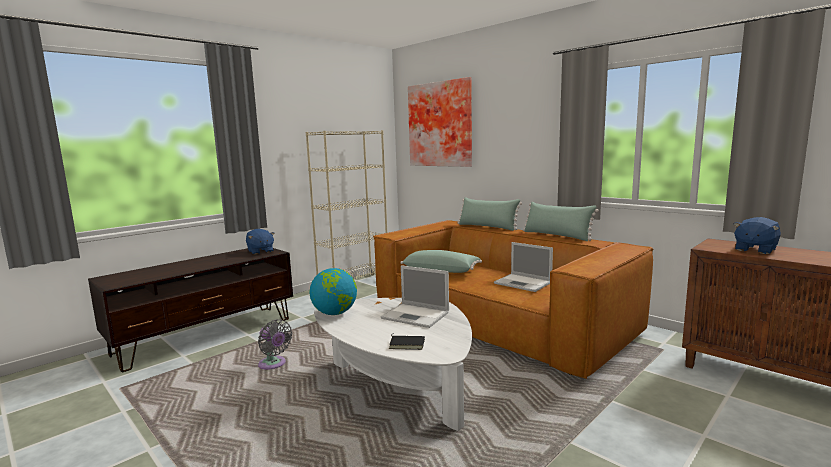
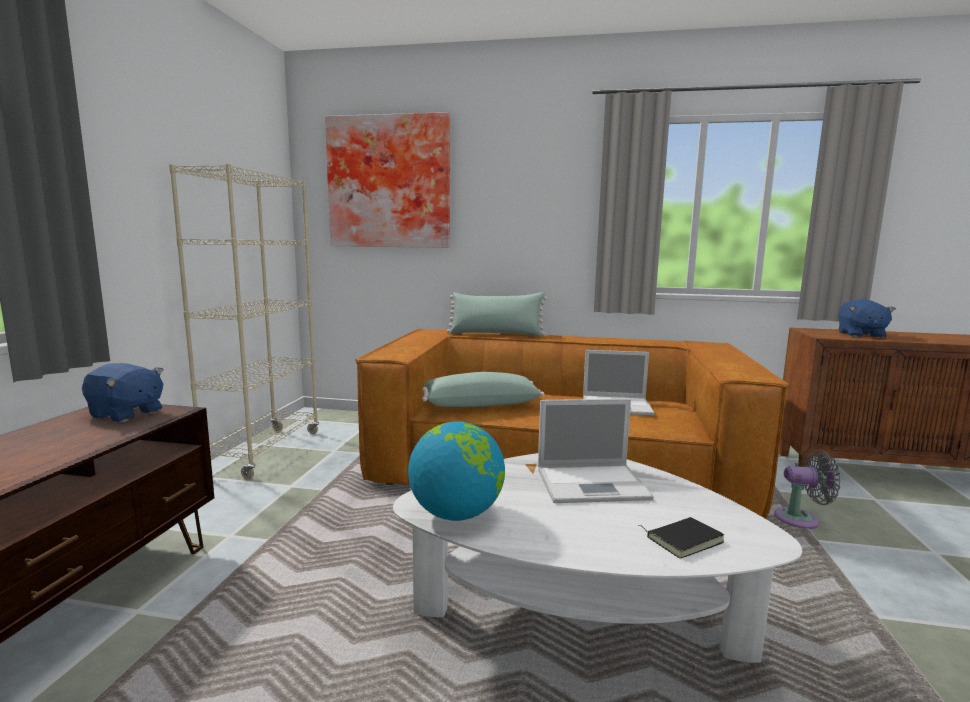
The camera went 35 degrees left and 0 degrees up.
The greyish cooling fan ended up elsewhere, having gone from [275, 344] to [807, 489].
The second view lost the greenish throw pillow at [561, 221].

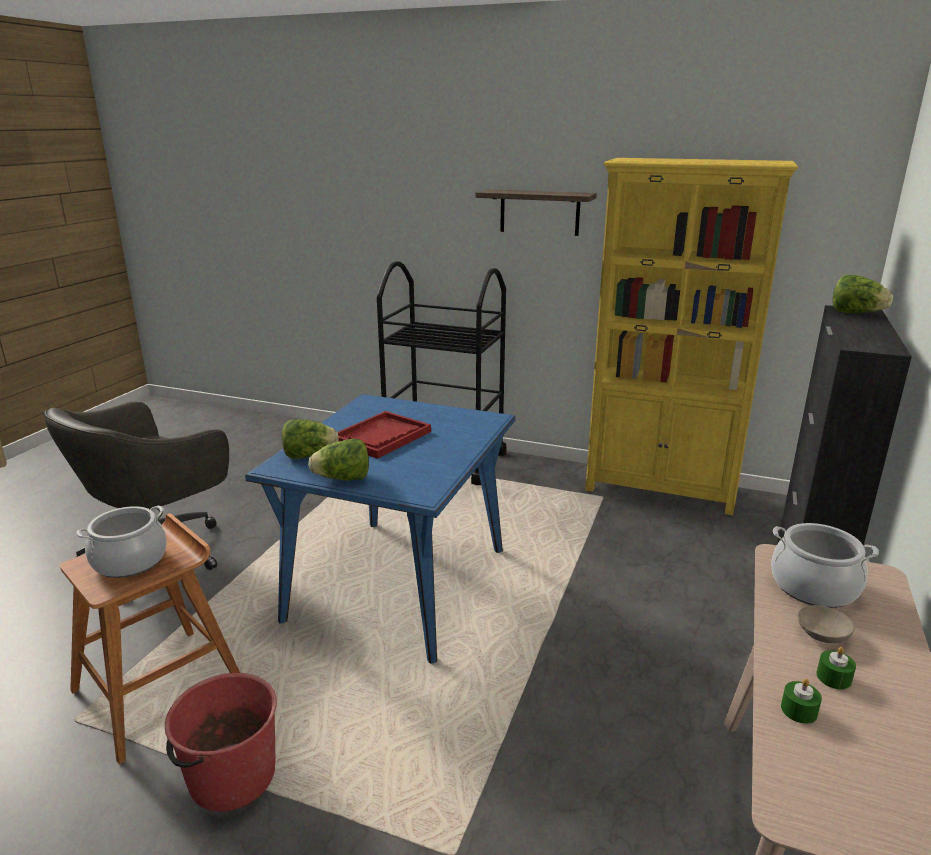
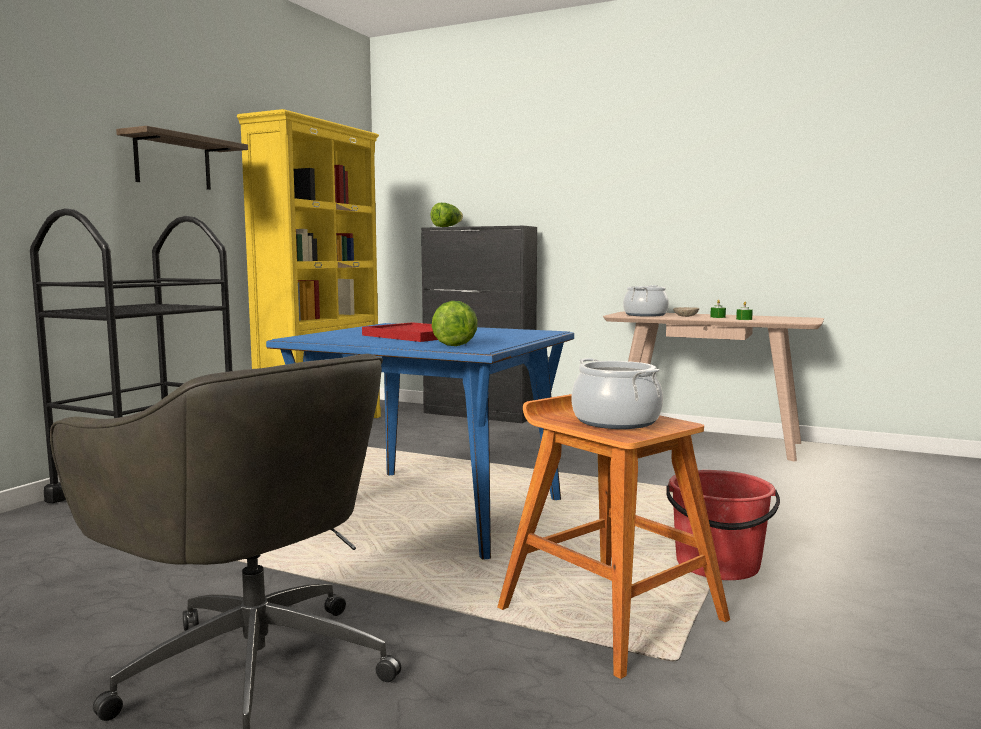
The camera went 85 degrees left and 15 degrees down.
The second view lost the lettuce head at [338, 460].

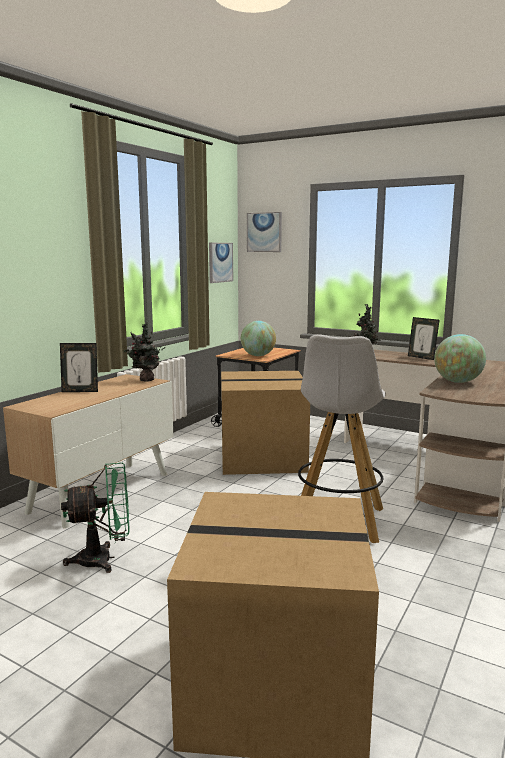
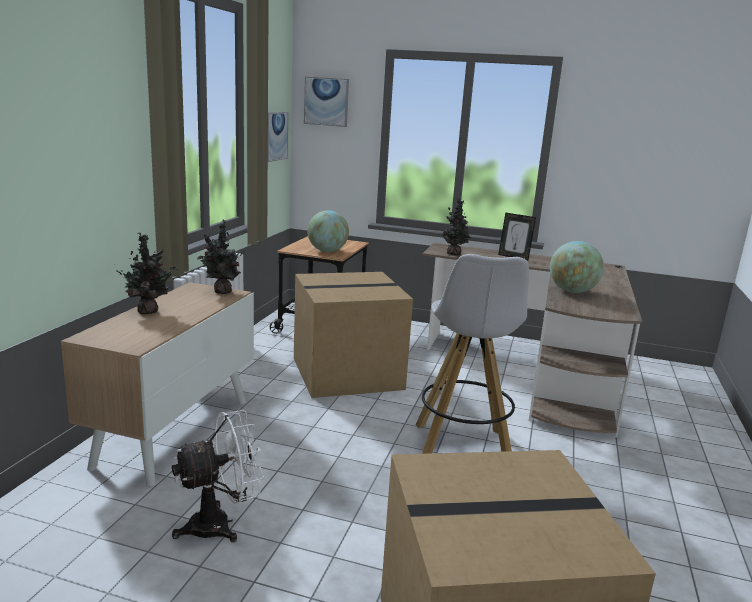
The camera went 15 degrees left and 5 degrees up.
Where the standing frame stood at [79, 367], the potted plant came to stand at [146, 273].
What was the greenish cooling fan at [95, 518] turned into the white-coloured cooling fan at [218, 476].

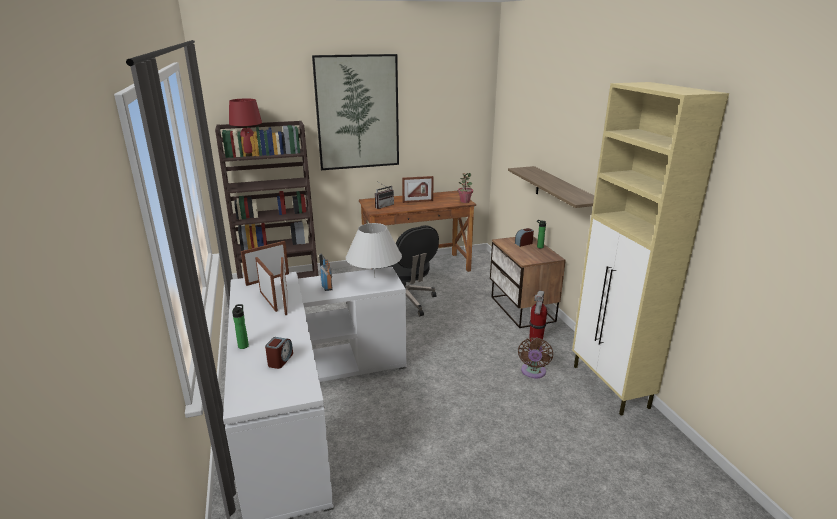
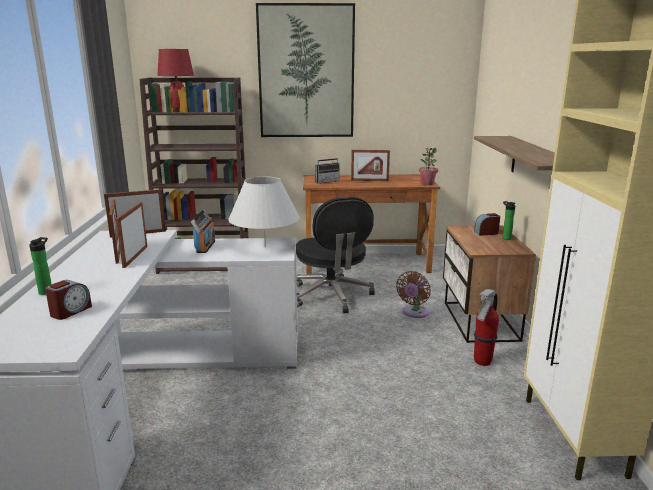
The camera went 15 degrees right and 5 degrees down.
The brownish cooling fan ended up elsewhere, having gone from [535, 357] to [413, 294].

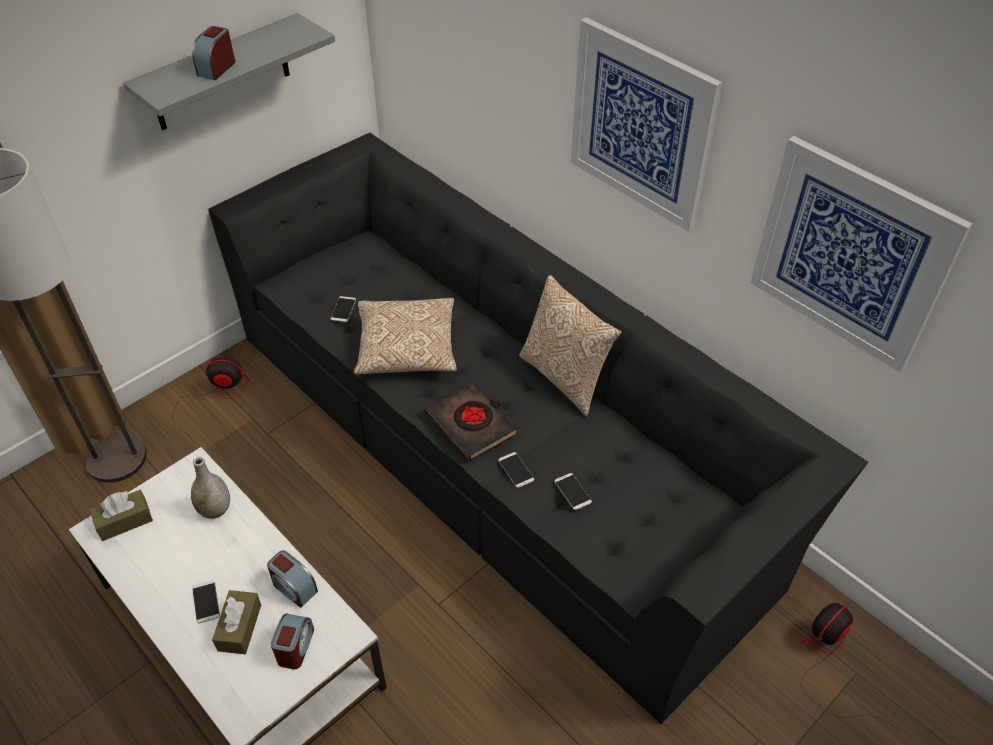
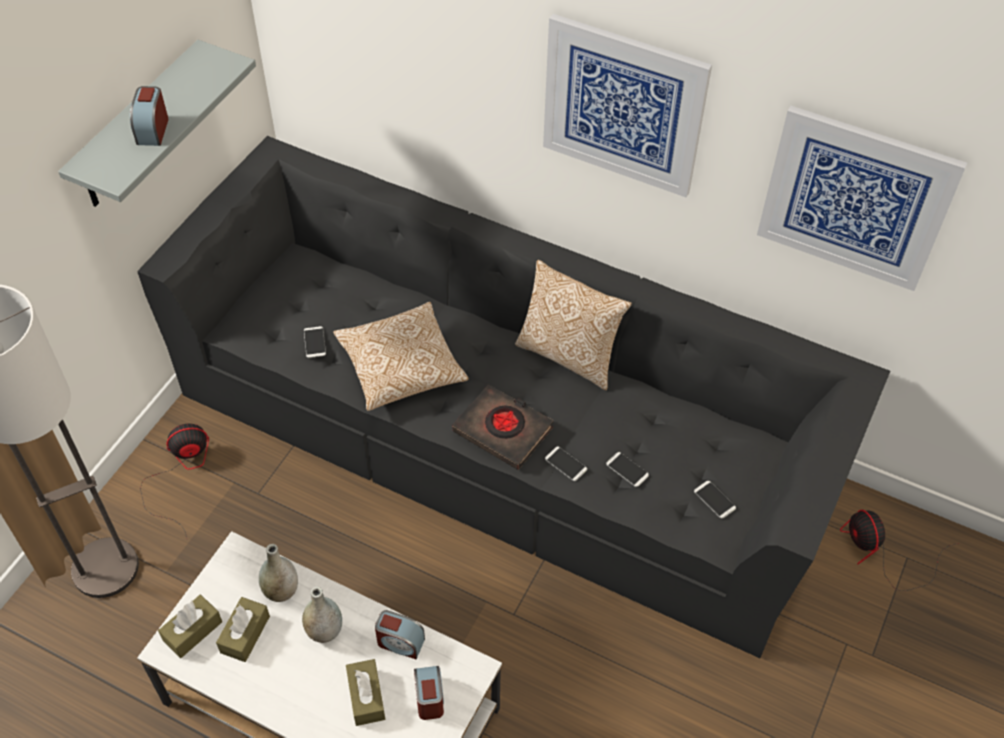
The camera went 20 degrees left and 5 degrees up.
The second view gained the brownish box of tissues at [243, 629].
The second view gained the greyish flower vase at [322, 615].
The phone ended up elsewhere, having gone from [206, 602] to [715, 500].
The cooling fan at [849, 666] ended up facing another way, 45 degrees counterclockwise from before.

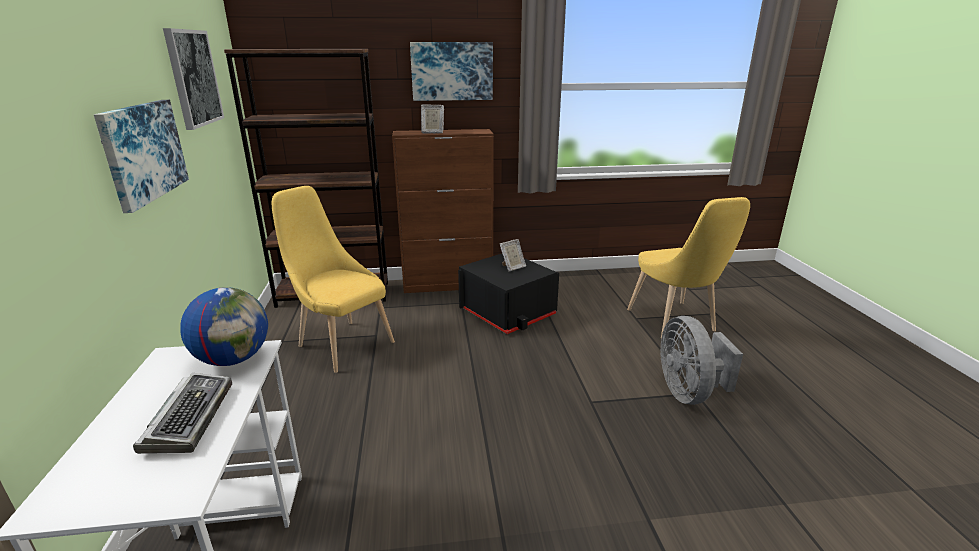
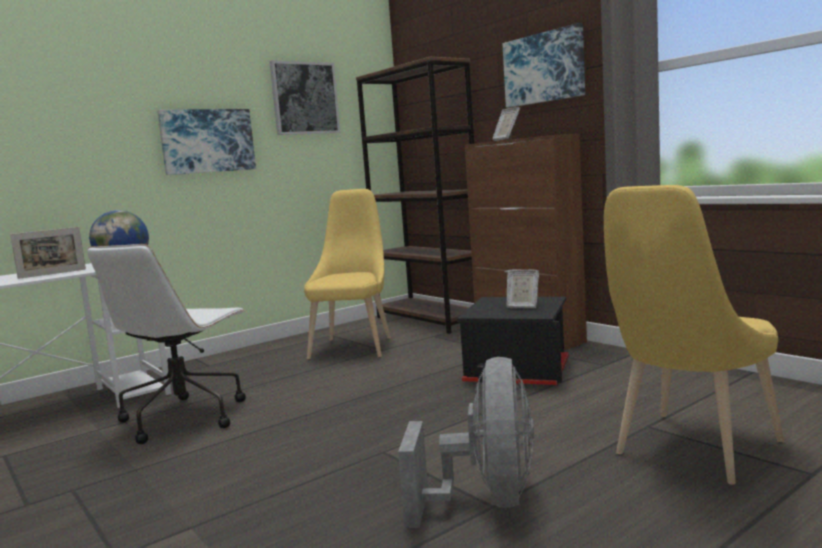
The camera went 60 degrees right and 15 degrees down.
Where the PC keyboard stood at [182, 413], the standing frame came to stand at [48, 253].
The second view gained the white-coloured computer chair at [166, 344].
The greyish cooling fan at [701, 360] ended up facing another way, 135 degrees clockwise from before.

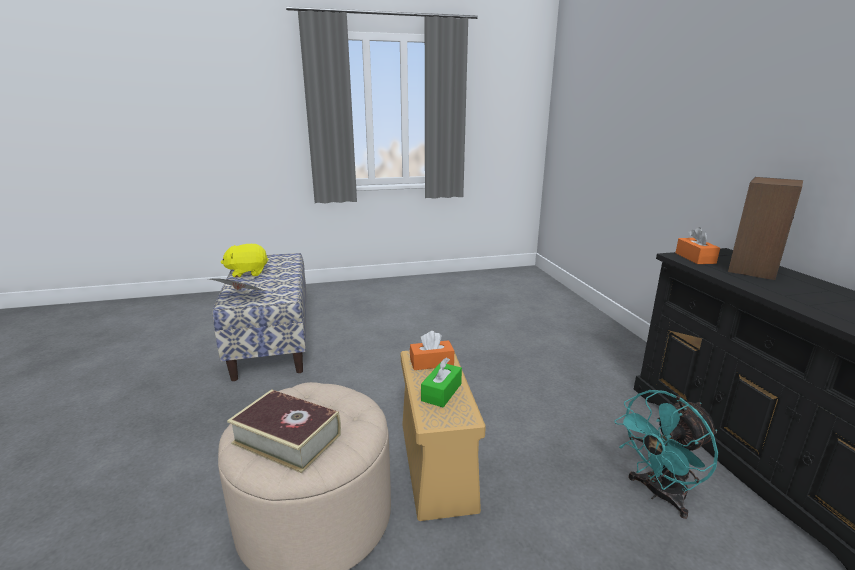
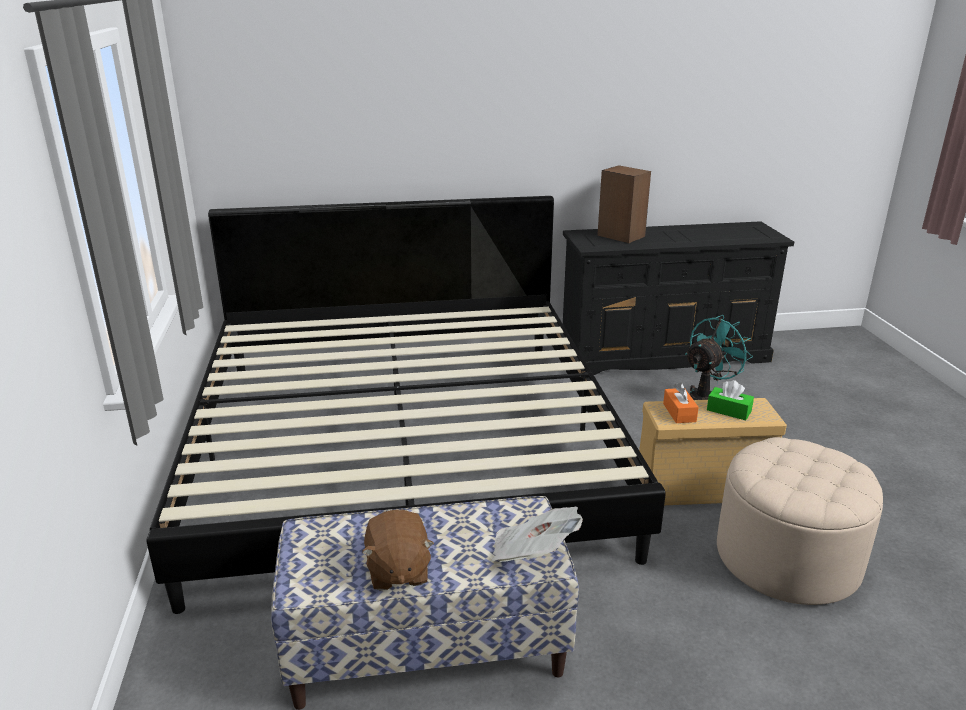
The camera went 85 degrees left and 5 degrees up.
The second view gained the bed at [406, 405].
What was the yellow plush toy at [245, 261] turned into the brownish plush toy at [398, 550].
The turquoise cooling fan at [666, 454] ended up facing another way, 105 degrees counterclockwise from before.
The second view lost the book at [284, 431].
The second view lost the orange-coloured box of tissues at [697, 245].

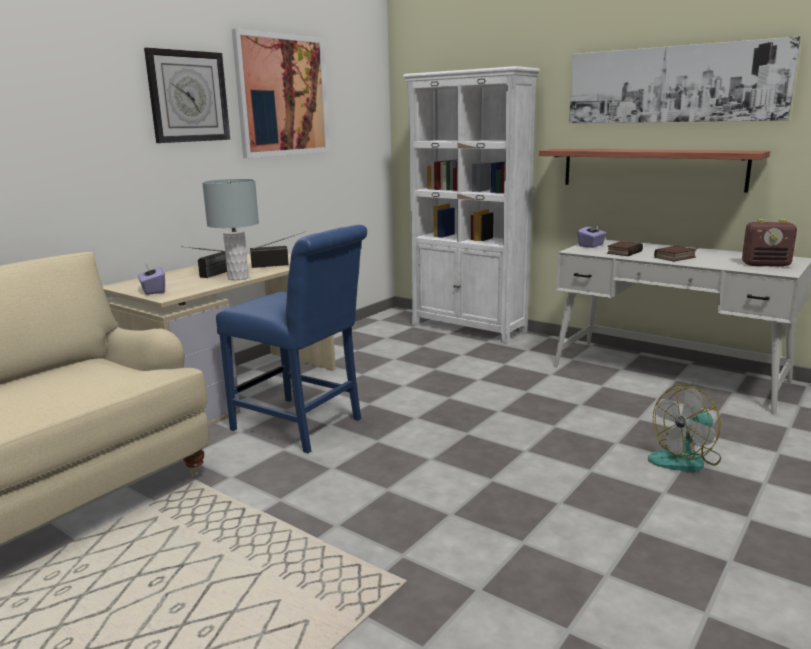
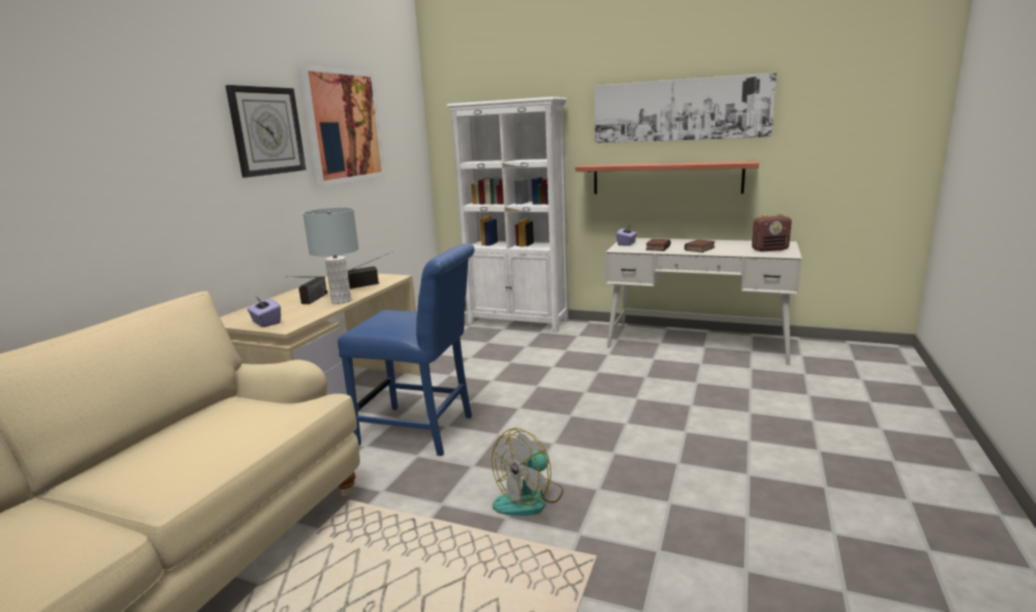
The camera went 15 degrees left and 0 degrees up.
The cooling fan ended up elsewhere, having gone from [684, 428] to [527, 472].

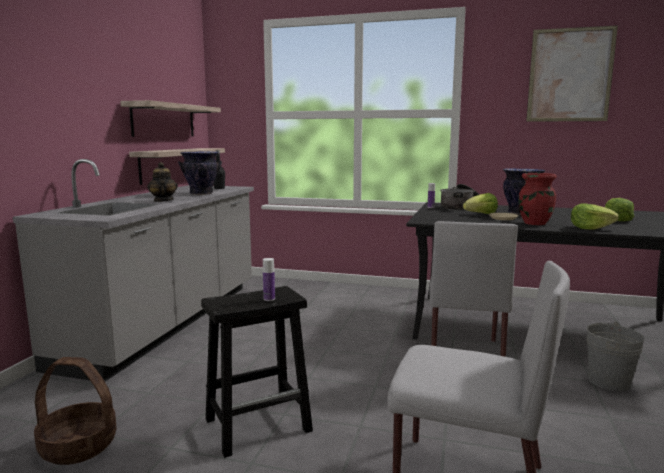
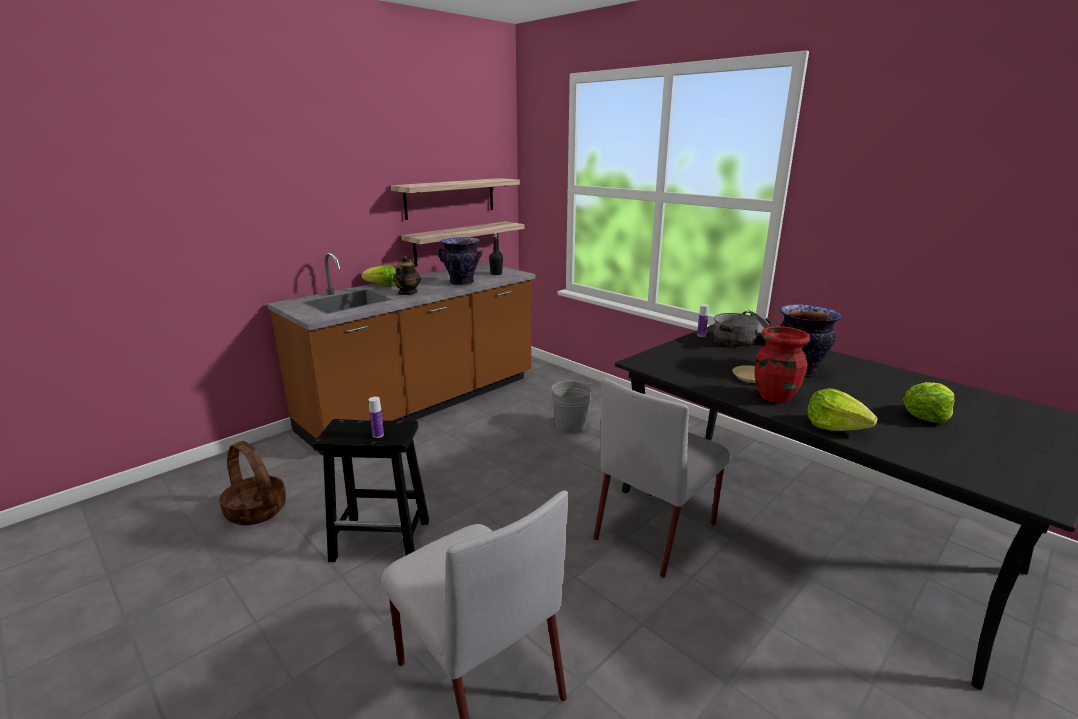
The camera went 30 degrees right and 10 degrees up.
What was the greyish kitchen base unit at [133, 270] turned into the brownish kitchen base unit at [401, 354].
The lettuce head ended up elsewhere, having gone from [480, 203] to [378, 275].
The greyish bucket ended up elsewhere, having gone from [615, 356] to [571, 407].
The second view lost the wall picture at [572, 73].

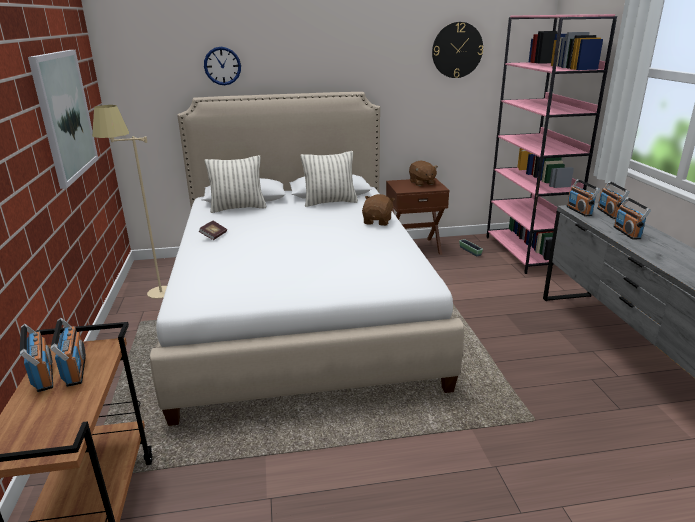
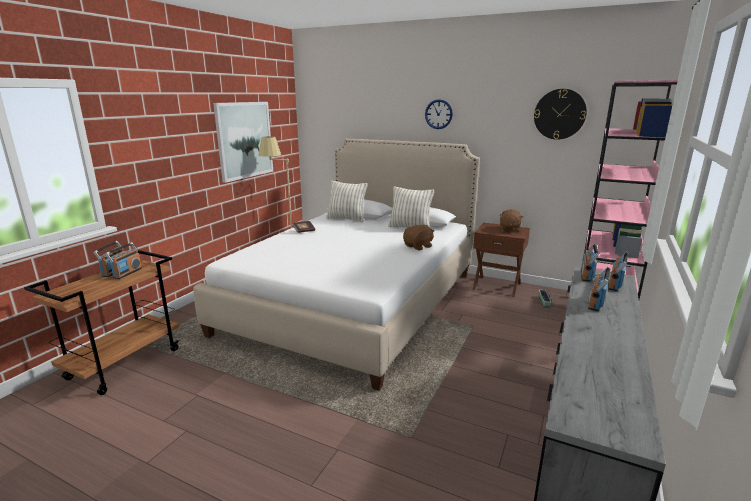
The camera went 35 degrees right and 5 degrees down.
The hanging clock ended up elsewhere, having gone from [222, 66] to [439, 114].

